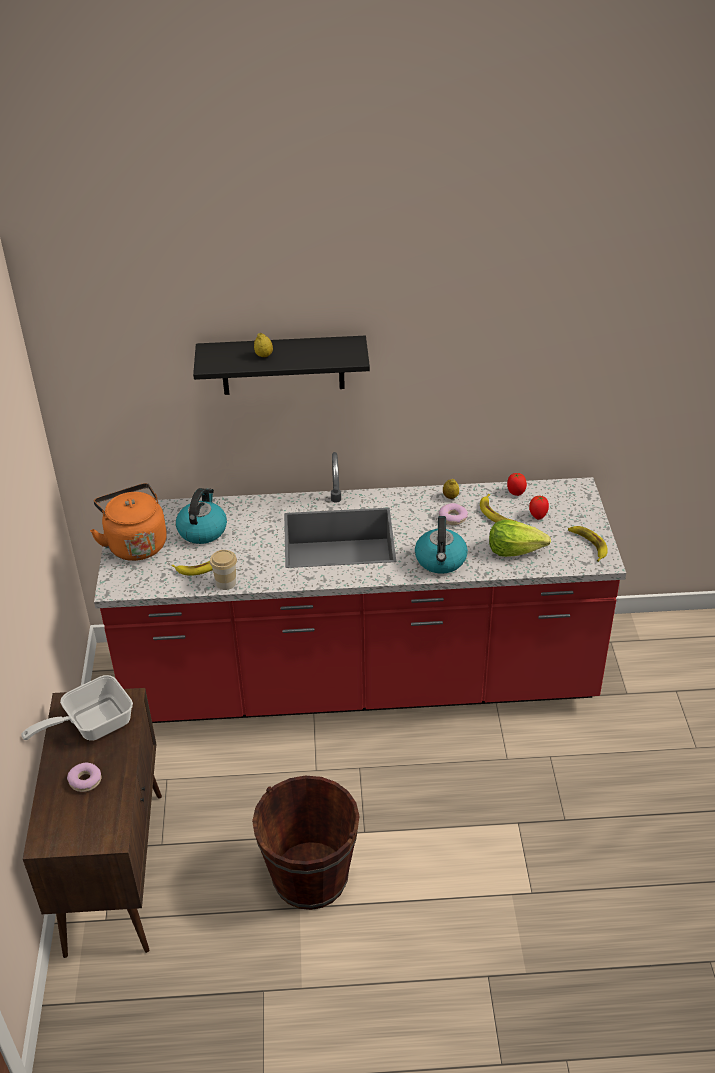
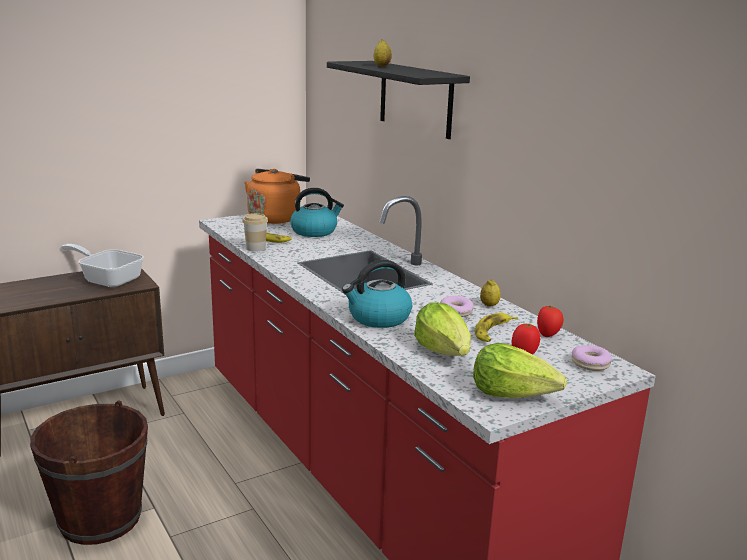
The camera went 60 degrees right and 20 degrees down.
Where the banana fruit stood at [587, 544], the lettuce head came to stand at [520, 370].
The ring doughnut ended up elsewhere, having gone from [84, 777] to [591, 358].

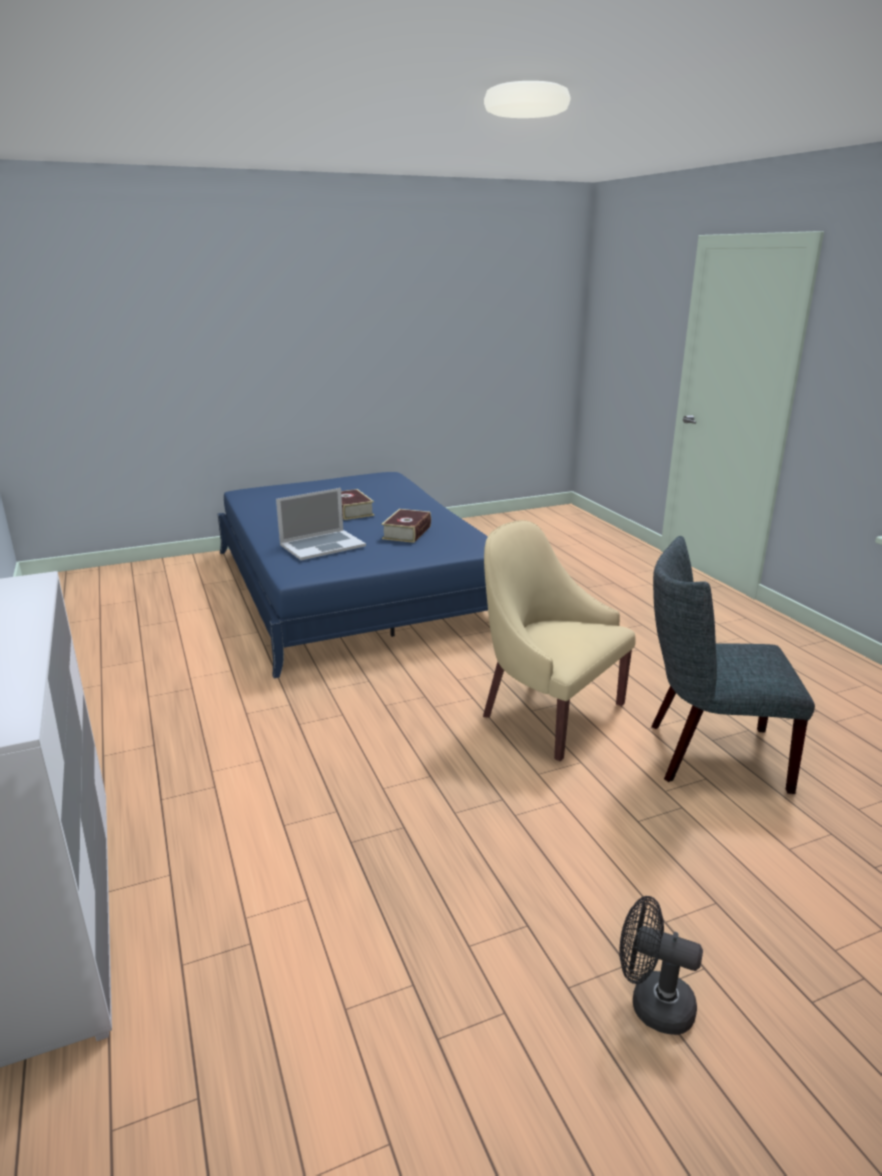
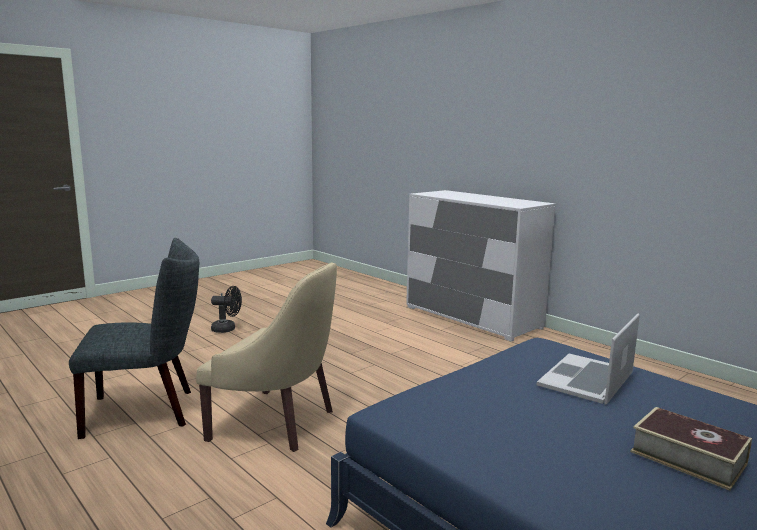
The camera went 160 degrees right and 10 degrees down.
The second view lost the book at [406, 526].

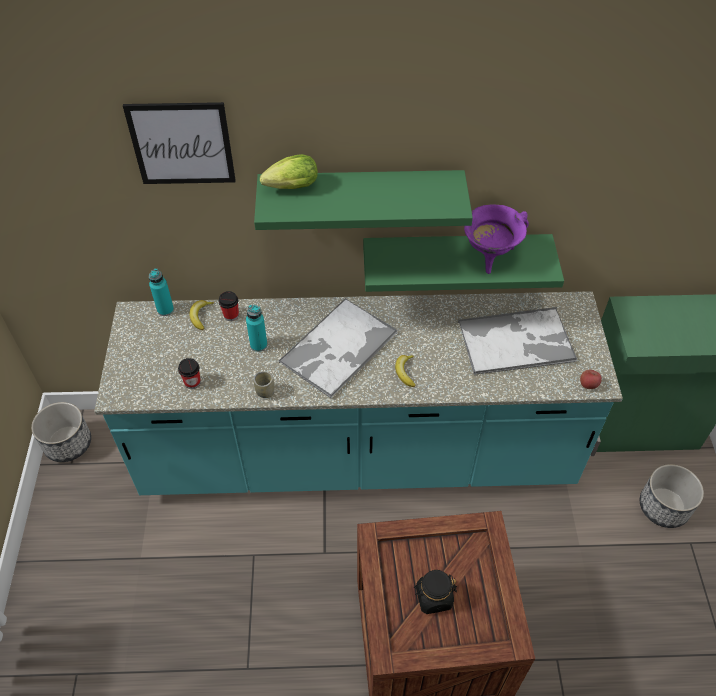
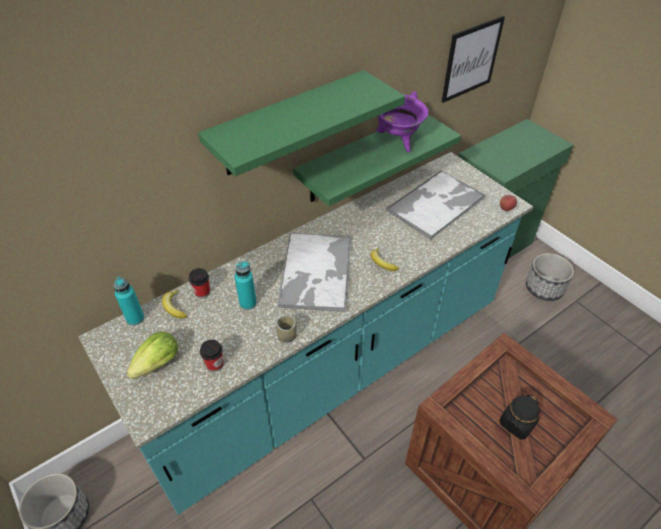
The camera went 35 degrees left and 5 degrees down.
The lettuce head ended up elsewhere, having gone from [289, 171] to [152, 355].
The wall picture ended up elsewhere, having gone from [179, 143] to [473, 59].

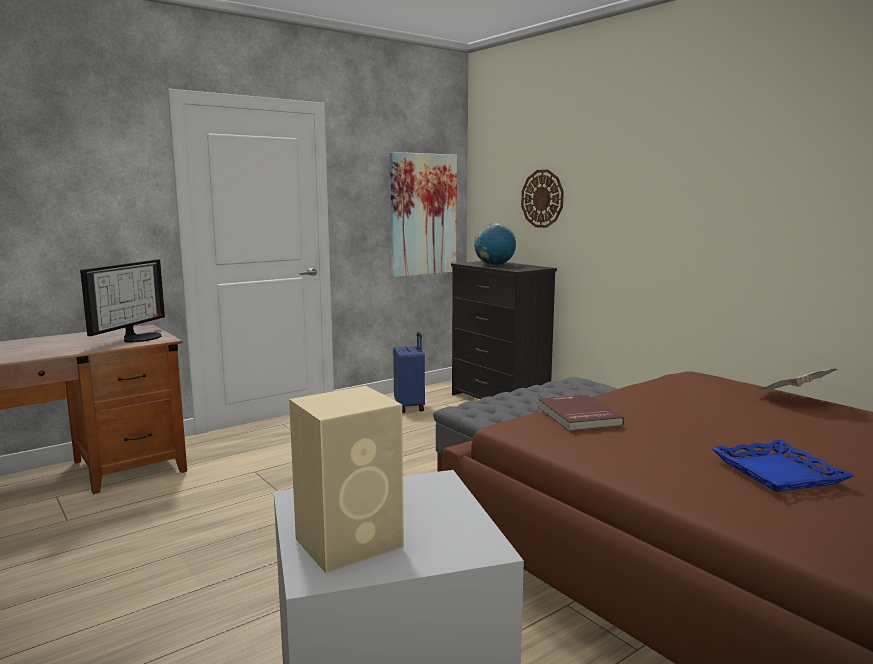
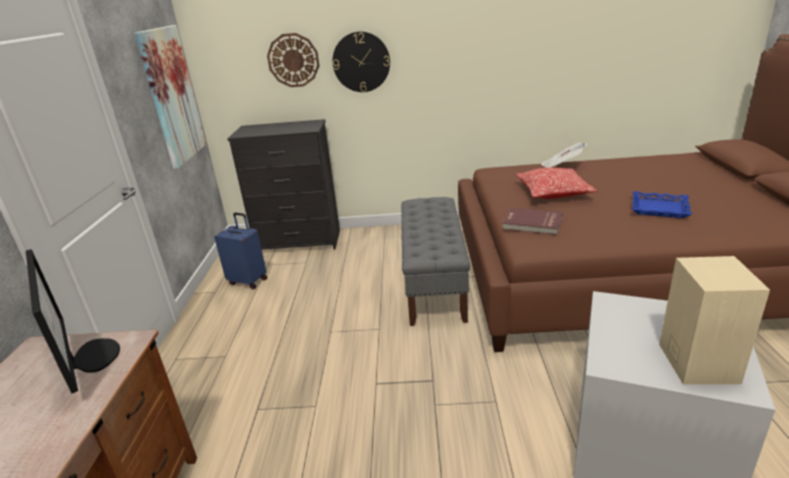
The camera went 50 degrees left and 15 degrees up.
The second view gained the hanging clock at [361, 61].
The second view gained the throw pillow at [556, 183].
The second view lost the world globe at [495, 244].

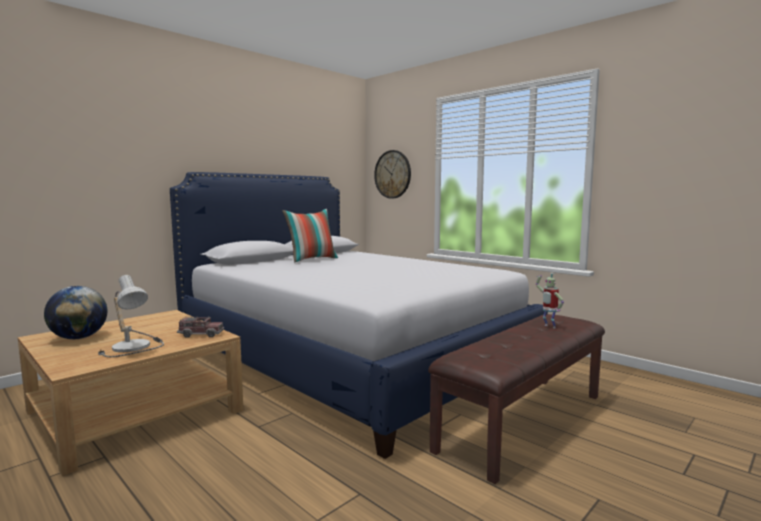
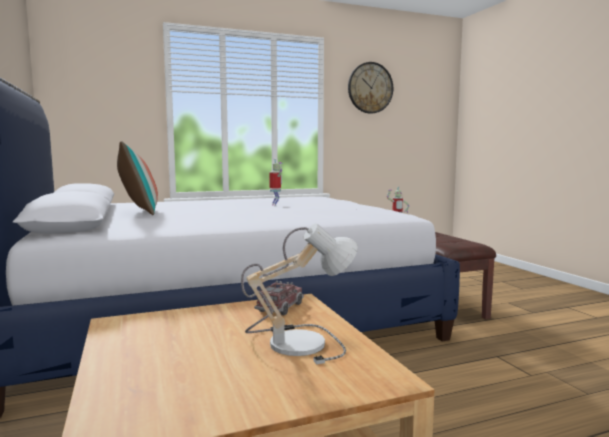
The camera went 65 degrees left and 0 degrees up.
The second view gained the robot figure at [276, 182].
The hanging clock ended up elsewhere, having gone from [392, 174] to [370, 88].
The second view lost the world globe at [75, 312].

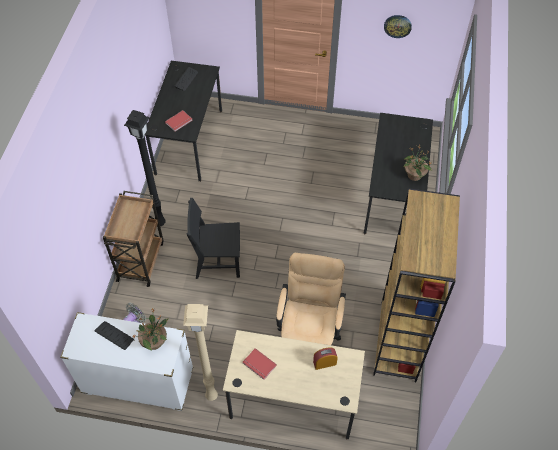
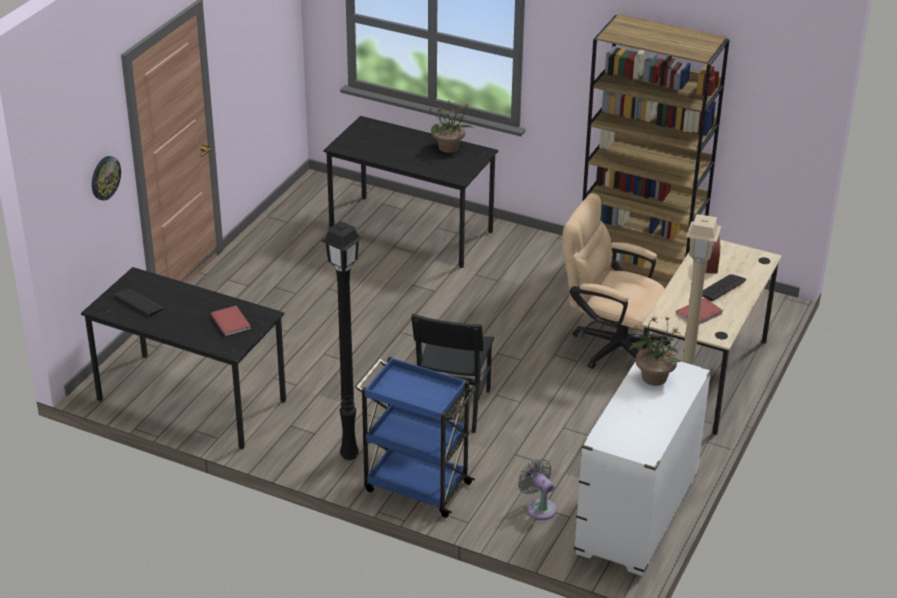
The camera went 75 degrees left and 20 degrees down.
The hanging clock ended up elsewhere, having gone from [398, 26] to [106, 178].
What was the brownish cart at [133, 239] turned into the blue cart at [416, 437].
The PC keyboard ended up elsewhere, having gone from [114, 335] to [724, 287].

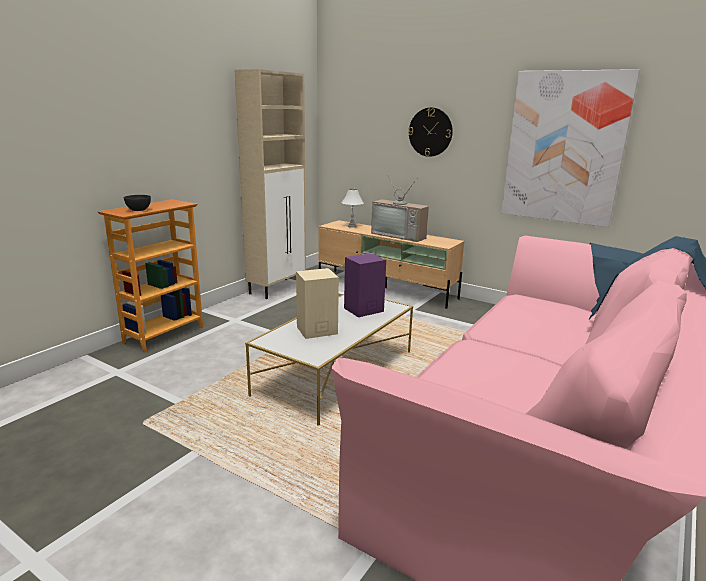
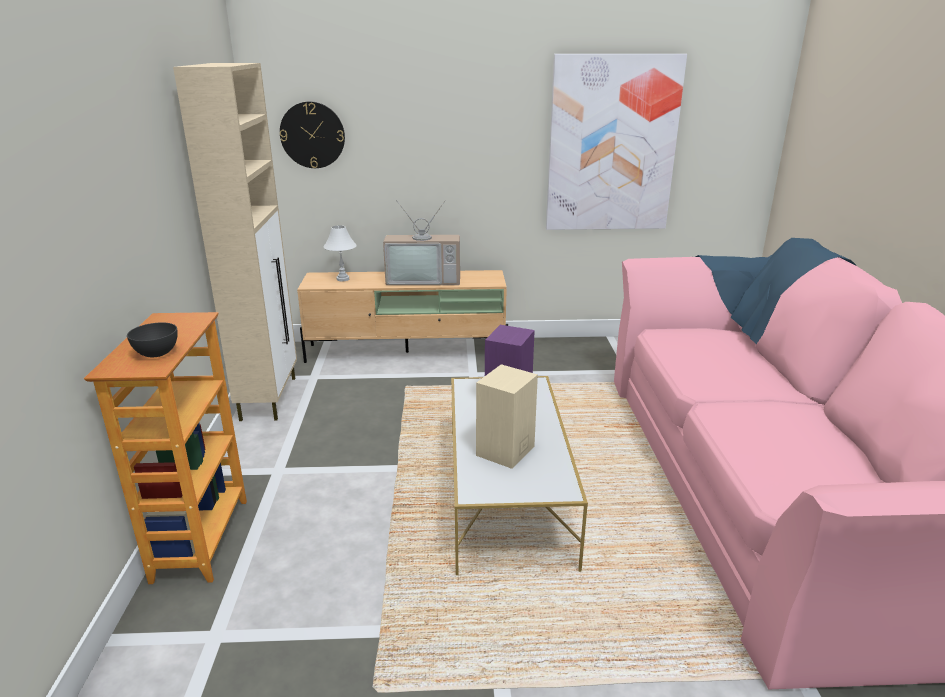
The camera went 35 degrees left and 5 degrees up.
The hanging clock ended up elsewhere, having gone from [430, 132] to [312, 134].

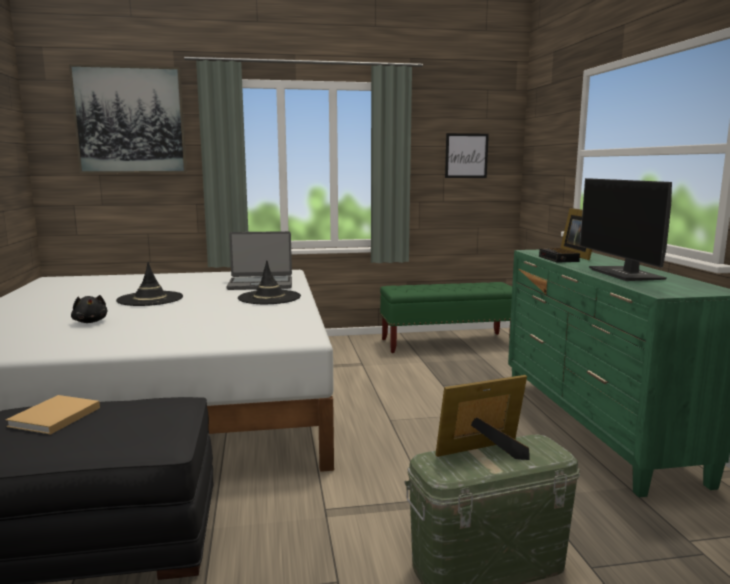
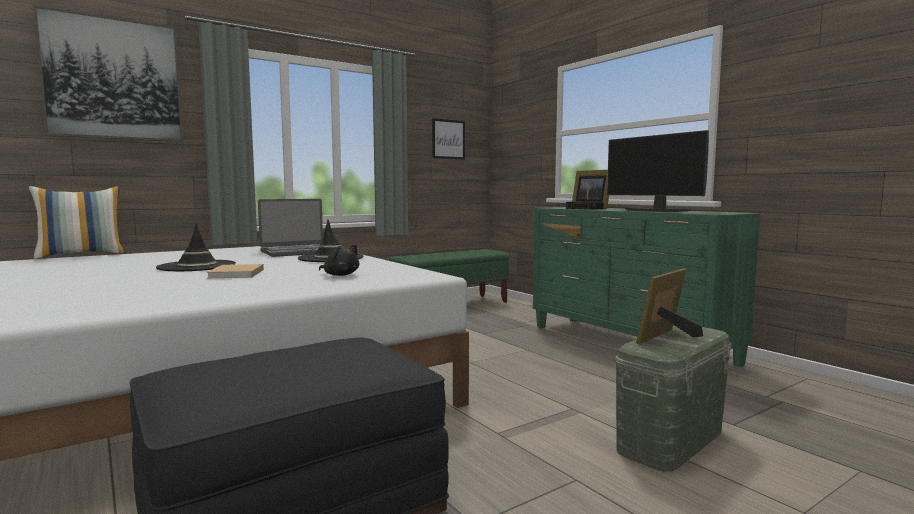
The camera went 25 degrees left and 5 degrees down.
The second view gained the throw pillow at [77, 222].
The beige-coloured book ended up elsewhere, having gone from [53, 415] to [235, 271].
The black plush toy ended up elsewhere, having gone from [89, 309] to [339, 260].

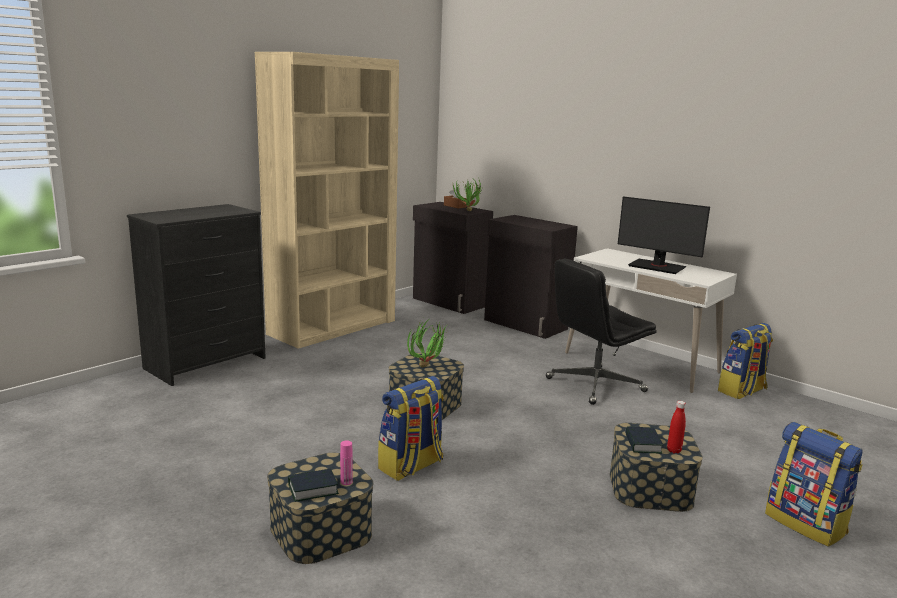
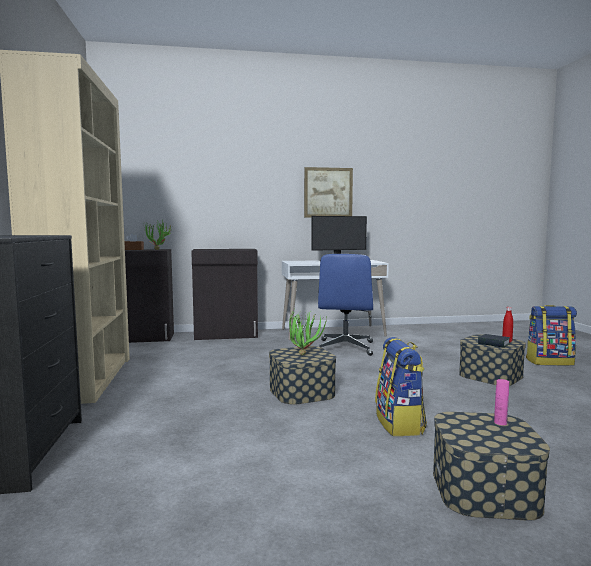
The camera went 50 degrees left and 10 degrees down.
The second view gained the wall picture at [328, 192].
What was the black computer chair at [601, 332] turned into the blue computer chair at [345, 305].
The second view lost the book at [313, 485].
The second view lost the knapsack at [745, 361].

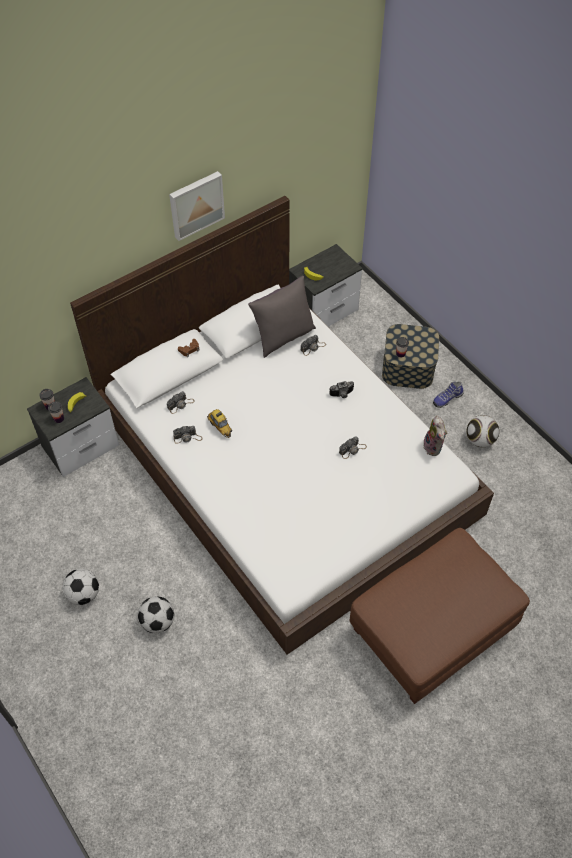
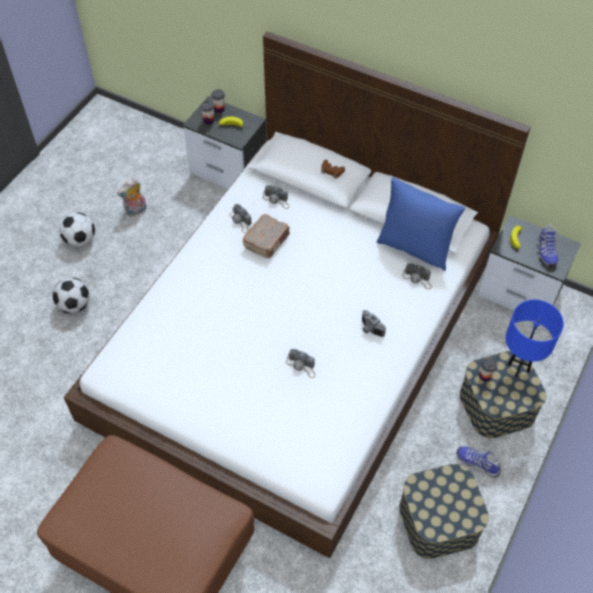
The camera went 65 degrees right and 0 degrees up.
The plush toy ended up elsewhere, having gone from [436, 435] to [132, 197].
Where the miniature car stood at [219, 423], the brownish book came to stand at [266, 236].
What was the greyish throw pillow at [282, 317] turned into the blue throw pillow at [421, 224].
Where the football ball stood at [483, 431], the storage container came to stand at [444, 511].
The second view gained the blue lamp for a table at [535, 338].
The second view gained the shoe at [548, 245].
The second view lost the wall picture at [197, 206].

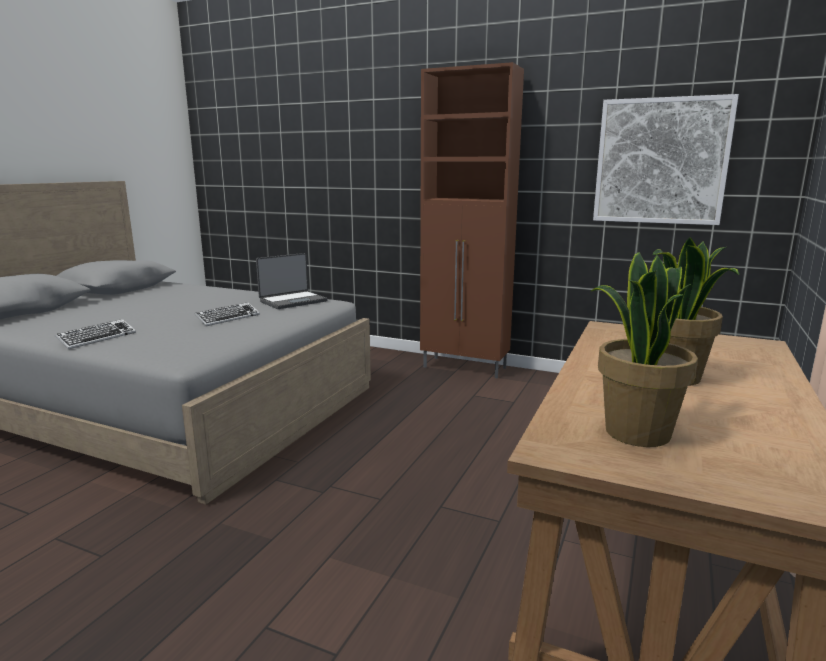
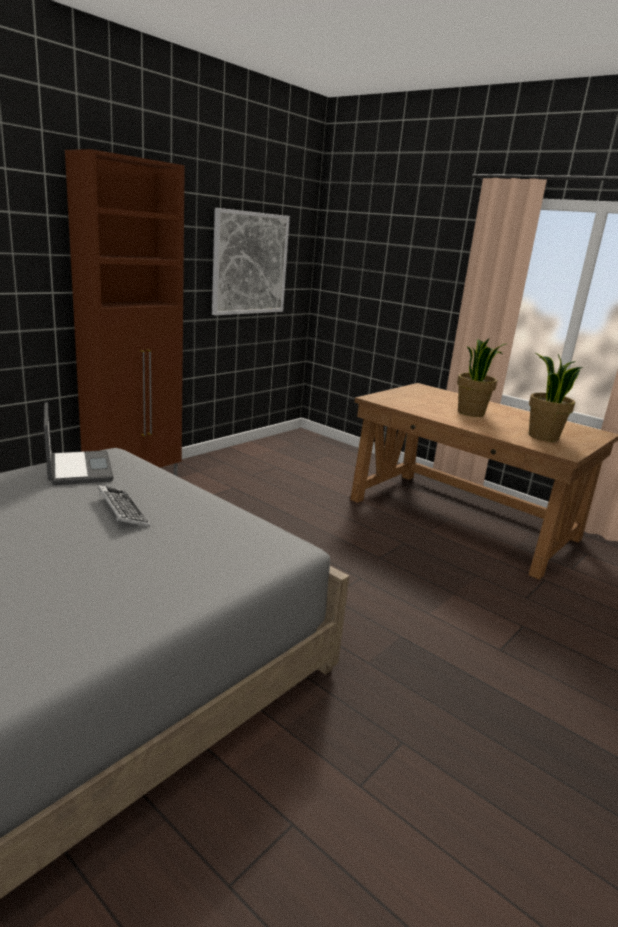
The camera went 75 degrees left and 5 degrees up.
The second view lost the PC keyboard at [95, 334].

